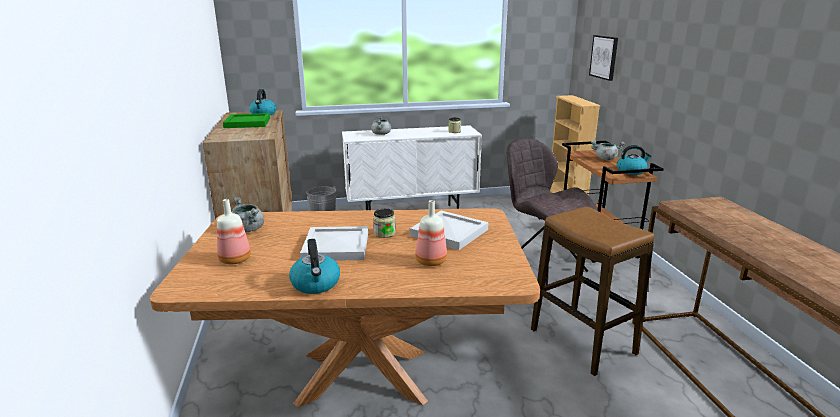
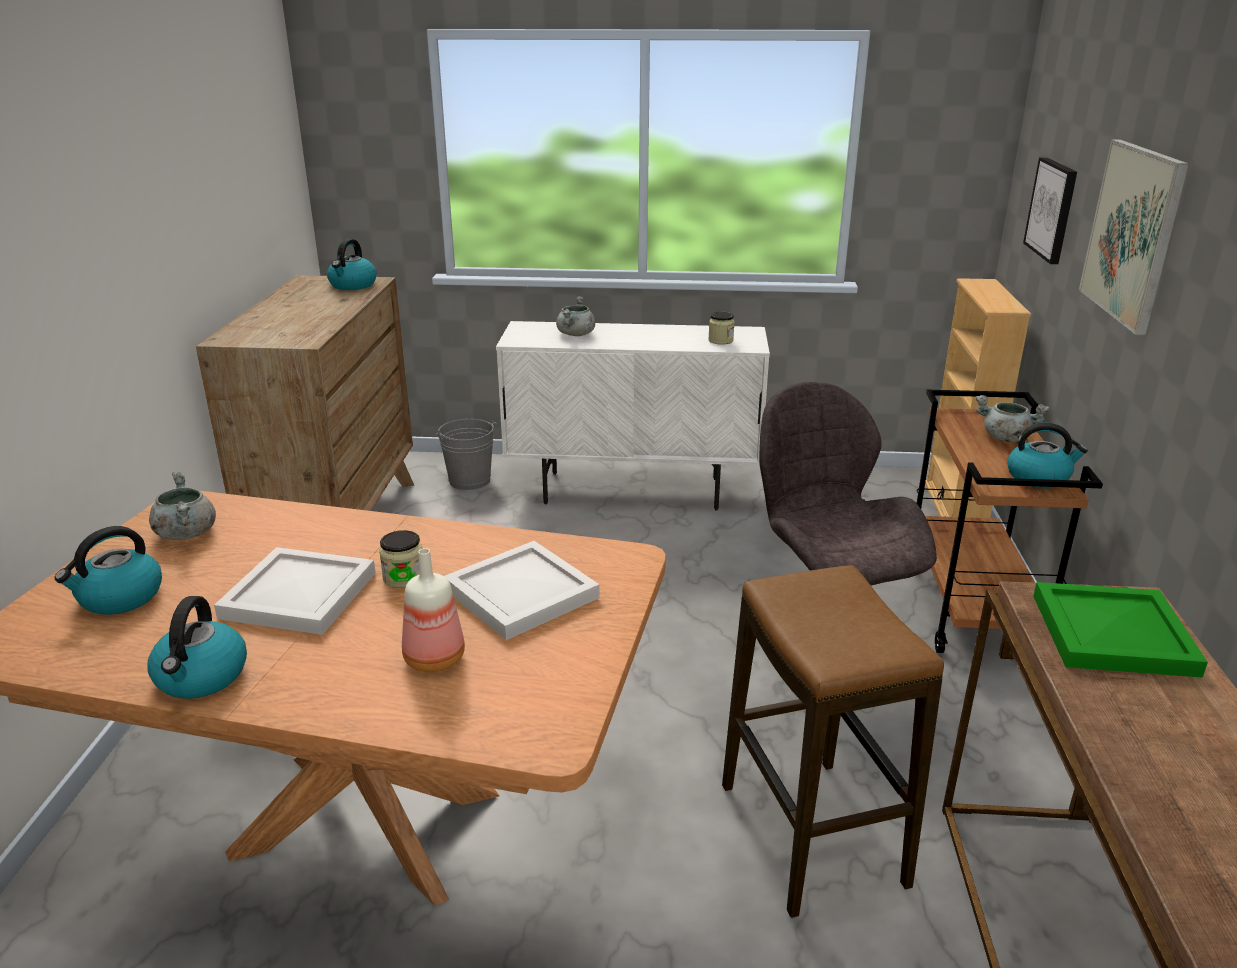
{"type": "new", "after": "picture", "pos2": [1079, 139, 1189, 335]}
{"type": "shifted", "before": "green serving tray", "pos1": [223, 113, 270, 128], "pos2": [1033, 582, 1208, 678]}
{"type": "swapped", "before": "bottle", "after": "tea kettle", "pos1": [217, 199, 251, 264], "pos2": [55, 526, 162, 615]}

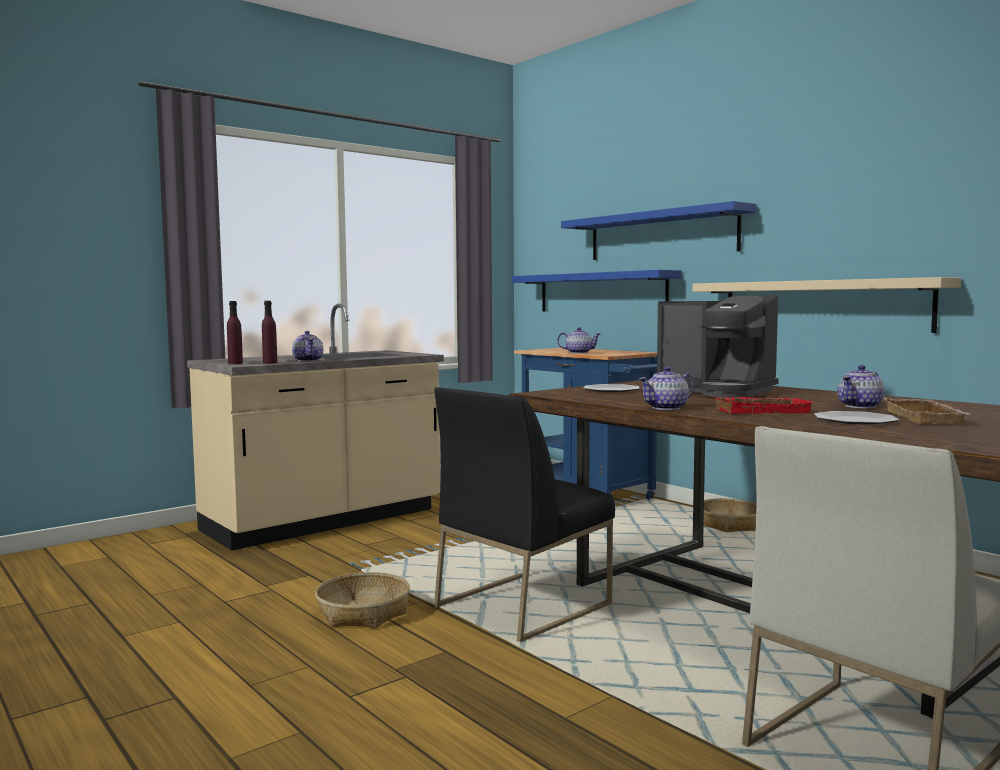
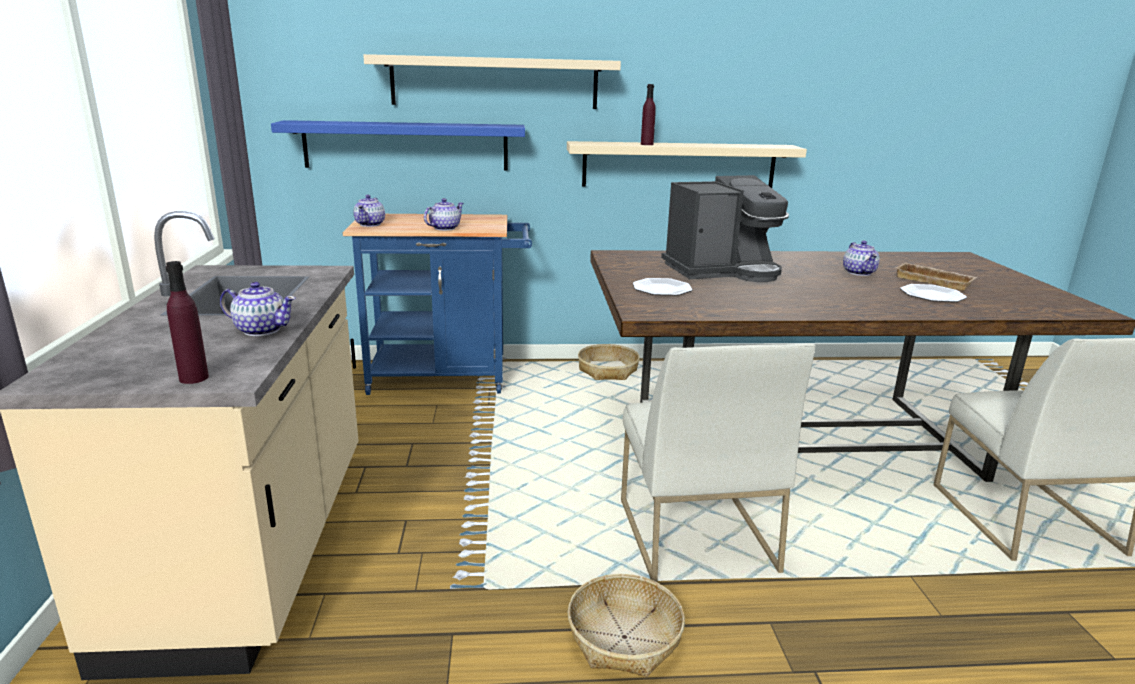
{"type": "gone", "before": "red serving tray", "pos1": [712, 397, 813, 414]}
{"type": "shifted", "before": "purple bottle", "pos1": [262, 301, 277, 364], "pos2": [641, 84, 656, 145]}
{"type": "shifted", "before": "pot for tea", "pos1": [639, 367, 694, 410], "pos2": [353, 195, 385, 227]}
{"type": "repainted", "before": "blackish plain chair", "after": "white-coloured plain chair", "pos1": [434, 387, 615, 642], "pos2": [621, 343, 816, 582]}
{"type": "repainted", "before": "blue wall shelf", "after": "sand-coloured wall shelf", "pos1": [561, 201, 757, 260], "pos2": [363, 54, 621, 109]}

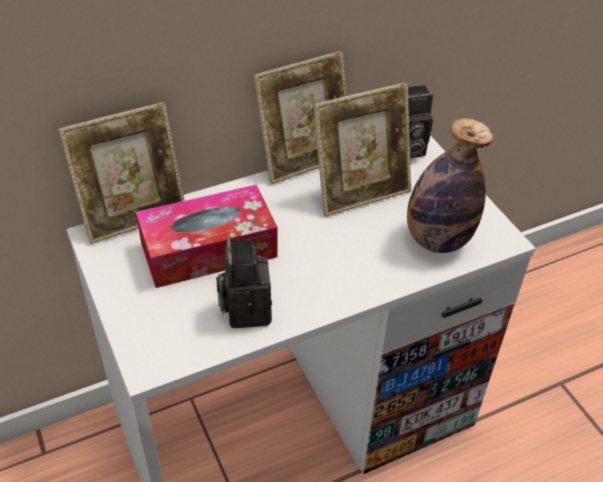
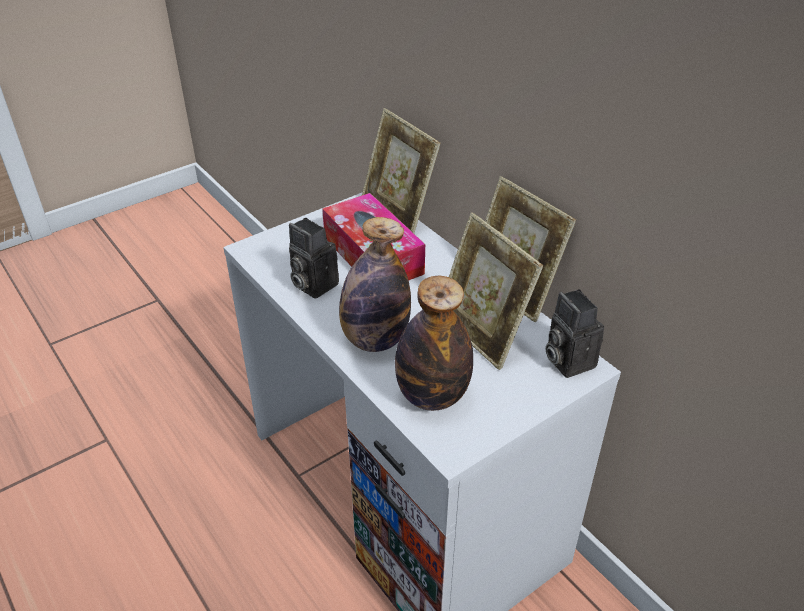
{"type": "new", "after": "bottle", "pos2": [339, 217, 411, 352]}
{"type": "rotated", "before": "photo camera", "pos1": [216, 237, 272, 328], "pos2": [289, 218, 339, 299], "turn": -120}

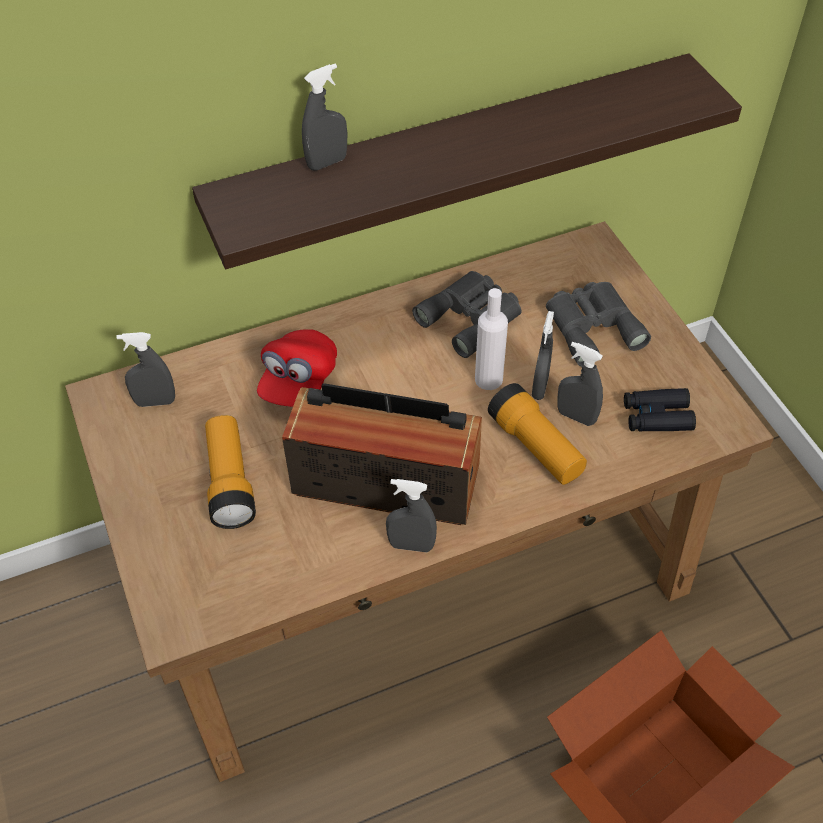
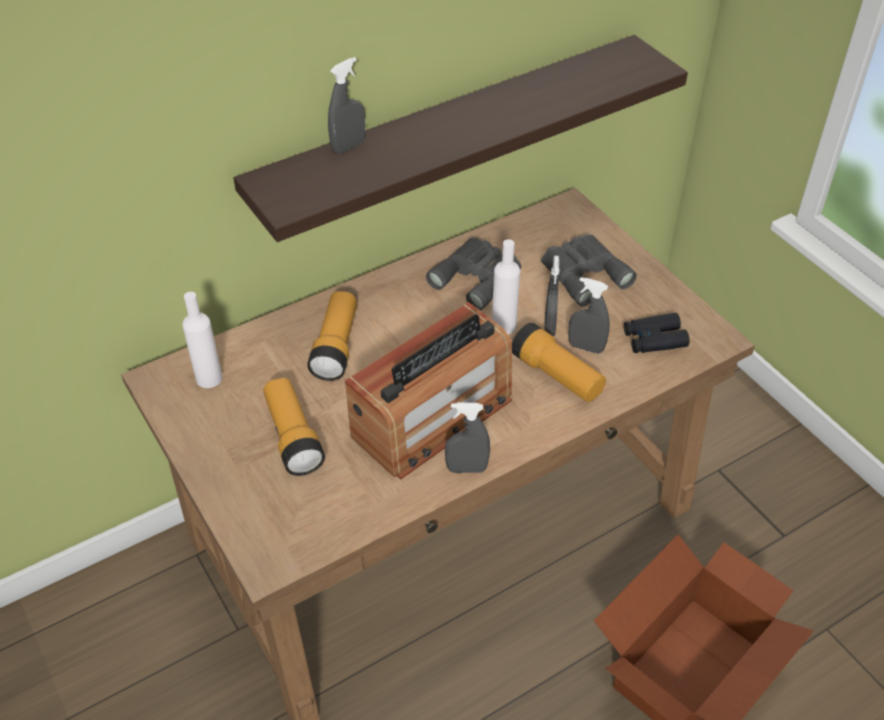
{"type": "swapped", "before": "gray hand sprayer", "after": "white-coloured bottle", "pos1": [116, 332, 175, 407], "pos2": [182, 292, 222, 388]}
{"type": "swapped", "before": "red cap", "after": "hand torch", "pos1": [257, 329, 337, 407], "pos2": [307, 291, 357, 381]}
{"type": "rotated", "before": "radio", "pos1": [282, 384, 482, 525], "pos2": [345, 302, 512, 479], "turn": 135}

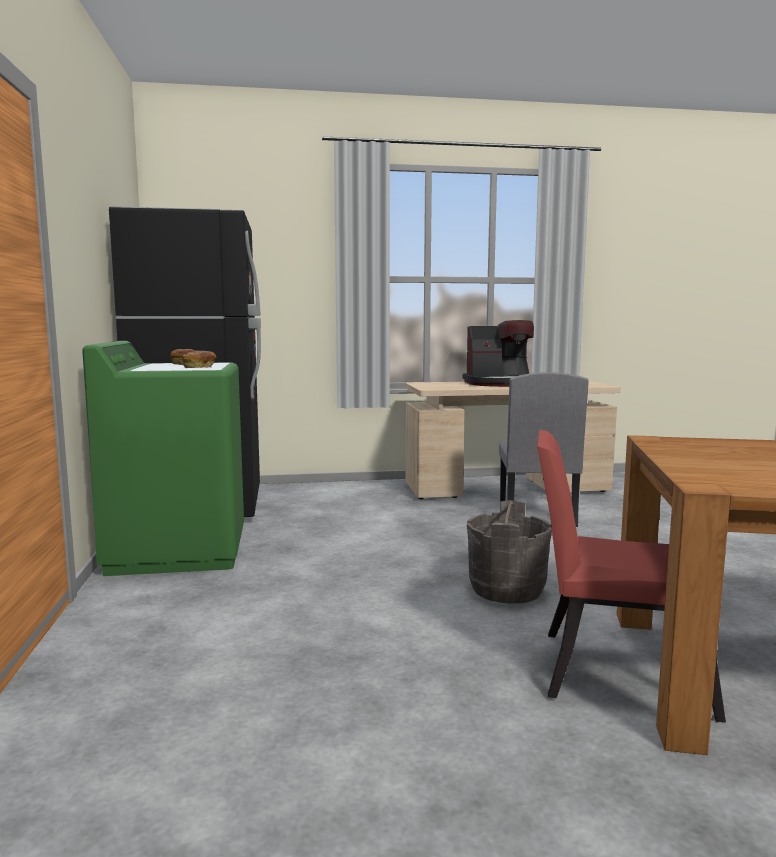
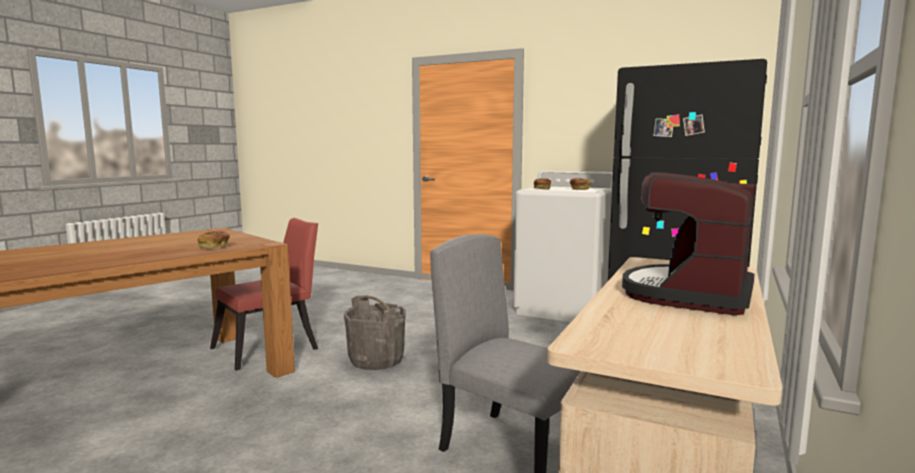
{"type": "new", "after": "bakery bread", "pos2": [198, 231, 230, 248]}
{"type": "repainted", "before": "green laundry appliance", "after": "white-coloured laundry appliance", "pos1": [82, 341, 244, 576], "pos2": [513, 171, 613, 322]}

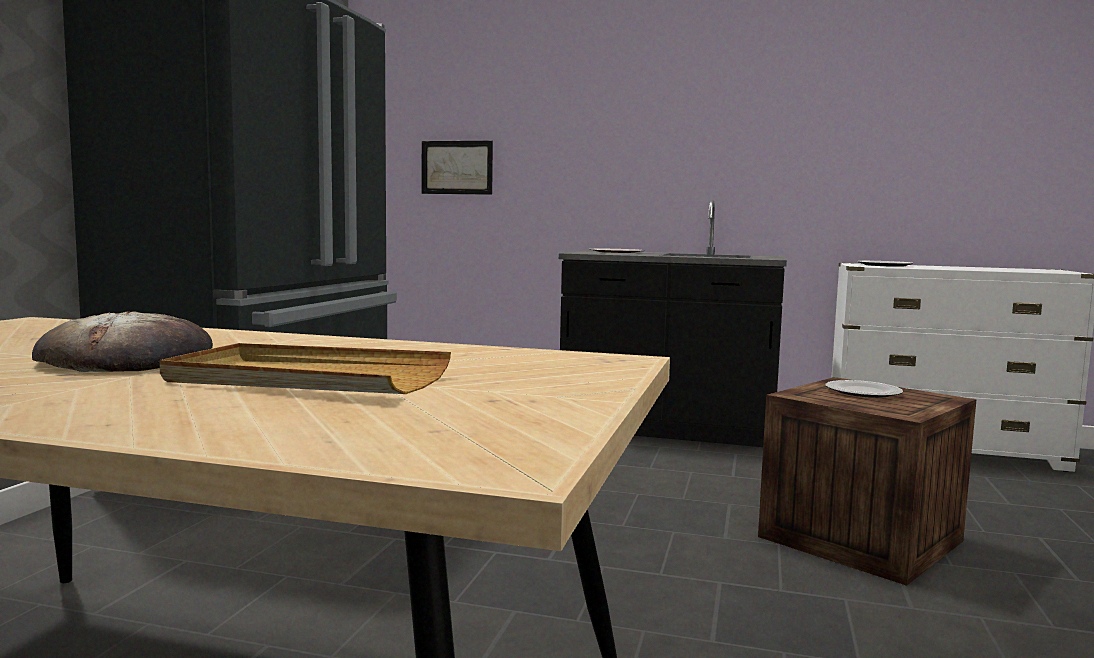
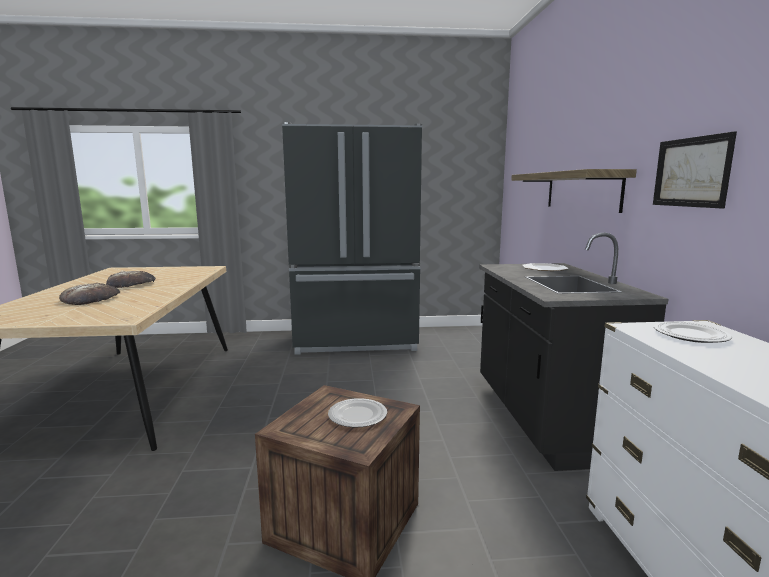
{"type": "new", "after": "wall shelf", "pos2": [511, 169, 637, 213]}
{"type": "shifted", "before": "picture", "pos1": [422, 141, 493, 195], "pos2": [653, 131, 737, 209]}
{"type": "swapped", "before": "sand-coloured serving tray", "after": "bakery bread", "pos1": [160, 343, 451, 394], "pos2": [59, 283, 120, 305]}

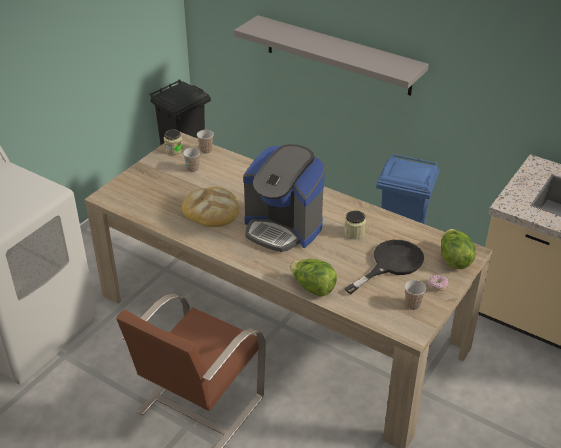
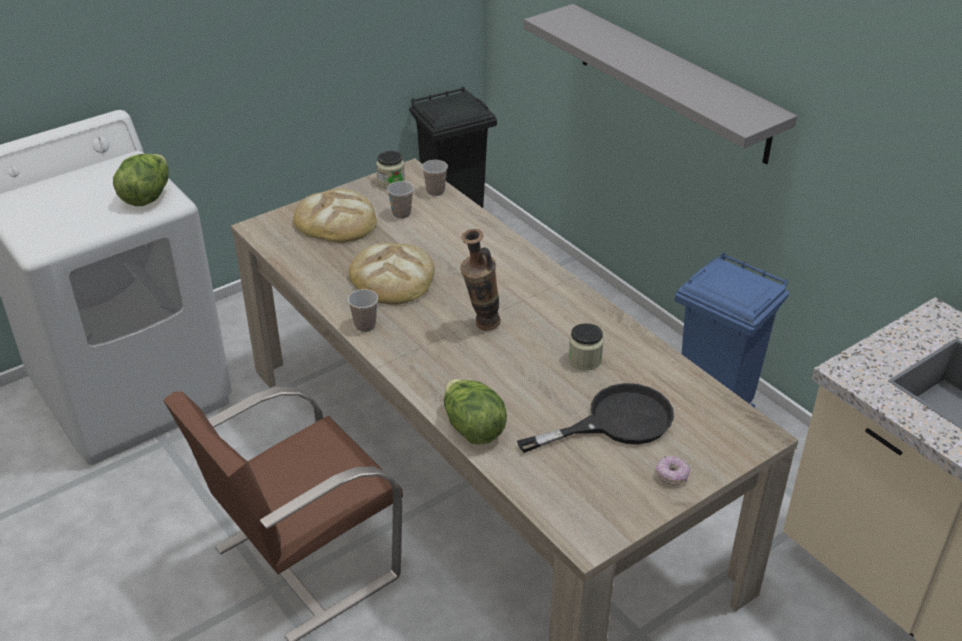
{"type": "new", "after": "bakery bread", "pos2": [293, 188, 377, 243]}
{"type": "shifted", "before": "cup", "pos1": [404, 280, 426, 310], "pos2": [348, 289, 378, 332]}
{"type": "shifted", "before": "head of lettuce", "pos1": [441, 229, 476, 269], "pos2": [113, 154, 169, 206]}
{"type": "swapped", "before": "coffee maker", "after": "flower vase", "pos1": [243, 144, 325, 252], "pos2": [460, 229, 500, 331]}

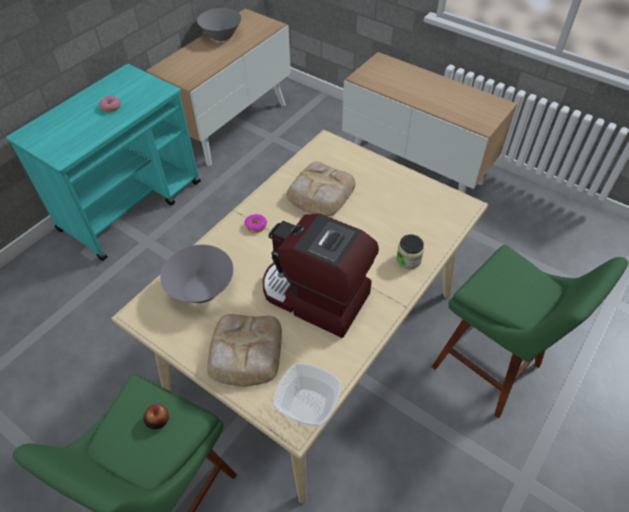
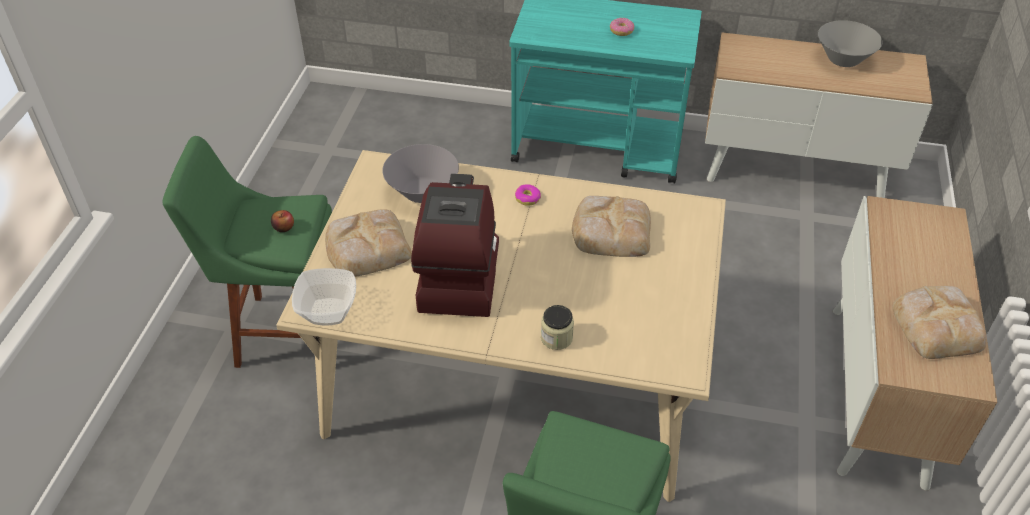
{"type": "new", "after": "bakery bread", "pos2": [893, 286, 987, 359]}

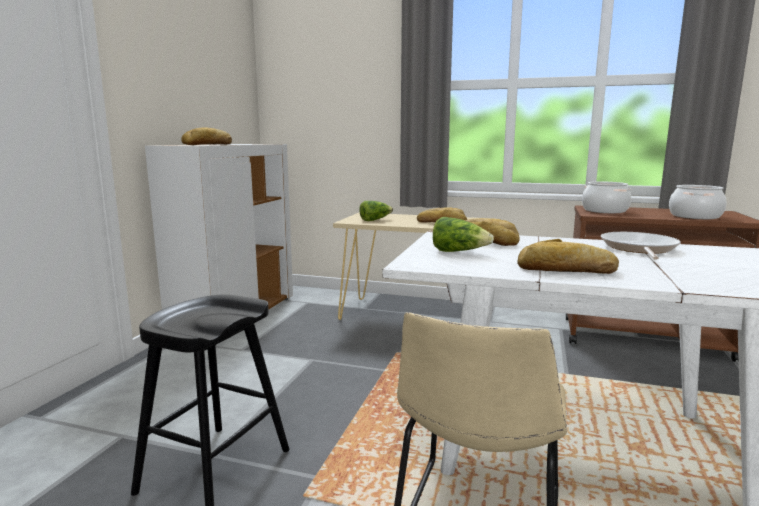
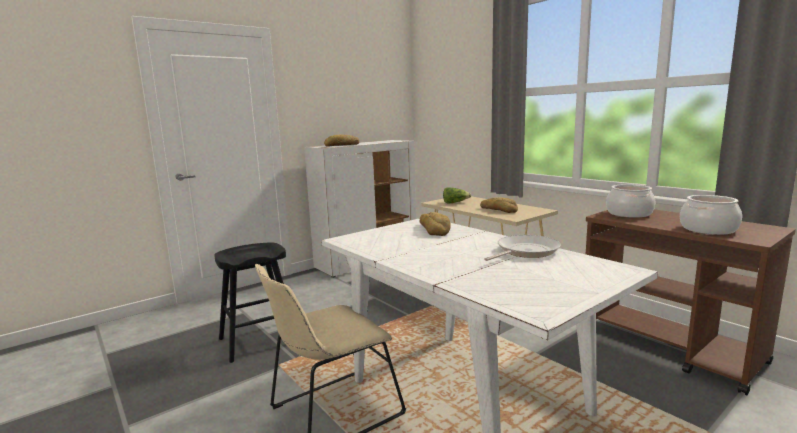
{"type": "gone", "before": "head of lettuce", "pos1": [433, 217, 494, 252]}
{"type": "gone", "before": "bakery bread", "pos1": [517, 239, 619, 274]}

